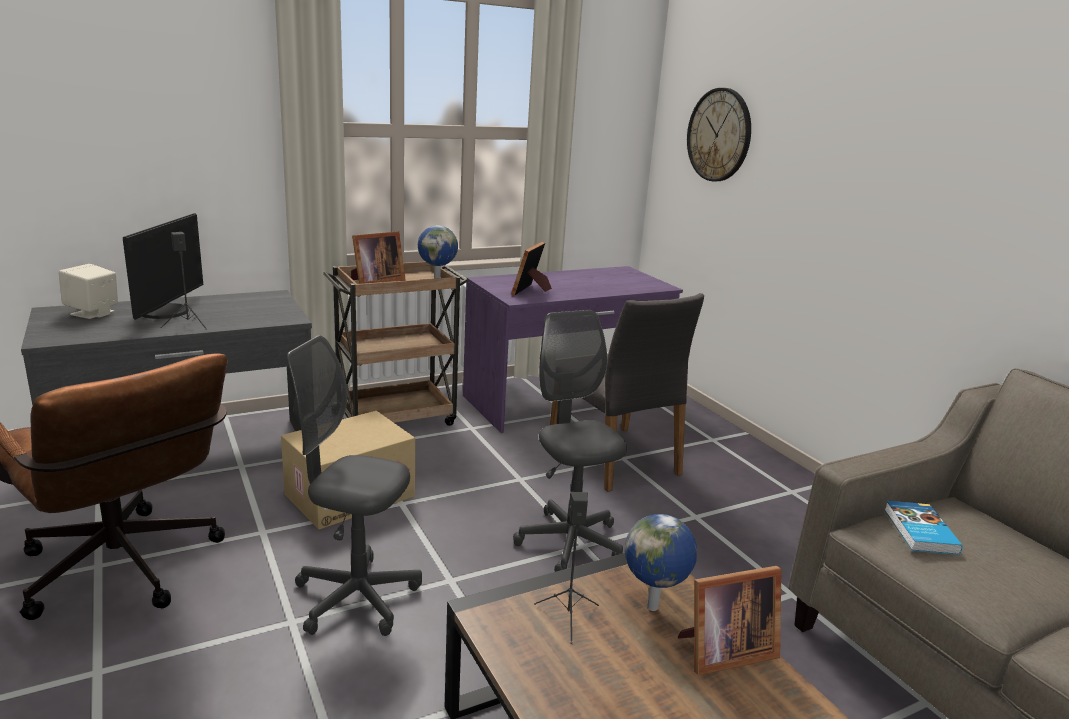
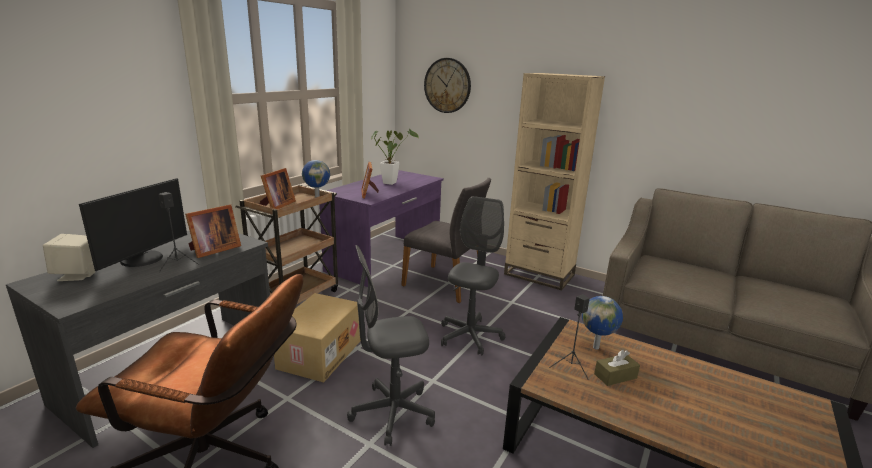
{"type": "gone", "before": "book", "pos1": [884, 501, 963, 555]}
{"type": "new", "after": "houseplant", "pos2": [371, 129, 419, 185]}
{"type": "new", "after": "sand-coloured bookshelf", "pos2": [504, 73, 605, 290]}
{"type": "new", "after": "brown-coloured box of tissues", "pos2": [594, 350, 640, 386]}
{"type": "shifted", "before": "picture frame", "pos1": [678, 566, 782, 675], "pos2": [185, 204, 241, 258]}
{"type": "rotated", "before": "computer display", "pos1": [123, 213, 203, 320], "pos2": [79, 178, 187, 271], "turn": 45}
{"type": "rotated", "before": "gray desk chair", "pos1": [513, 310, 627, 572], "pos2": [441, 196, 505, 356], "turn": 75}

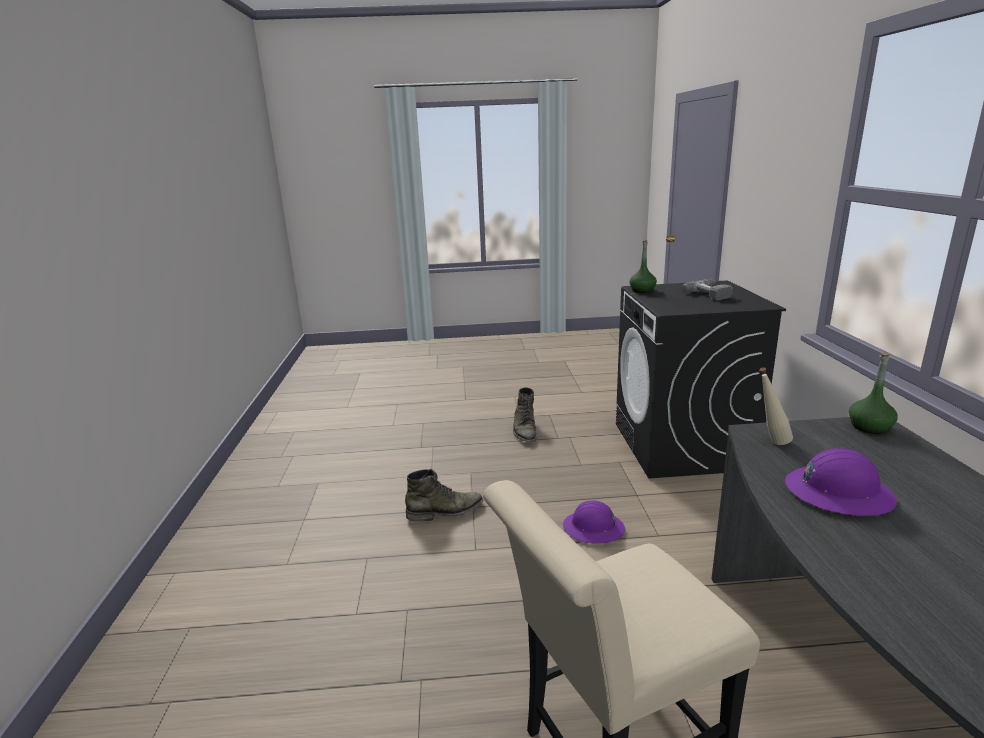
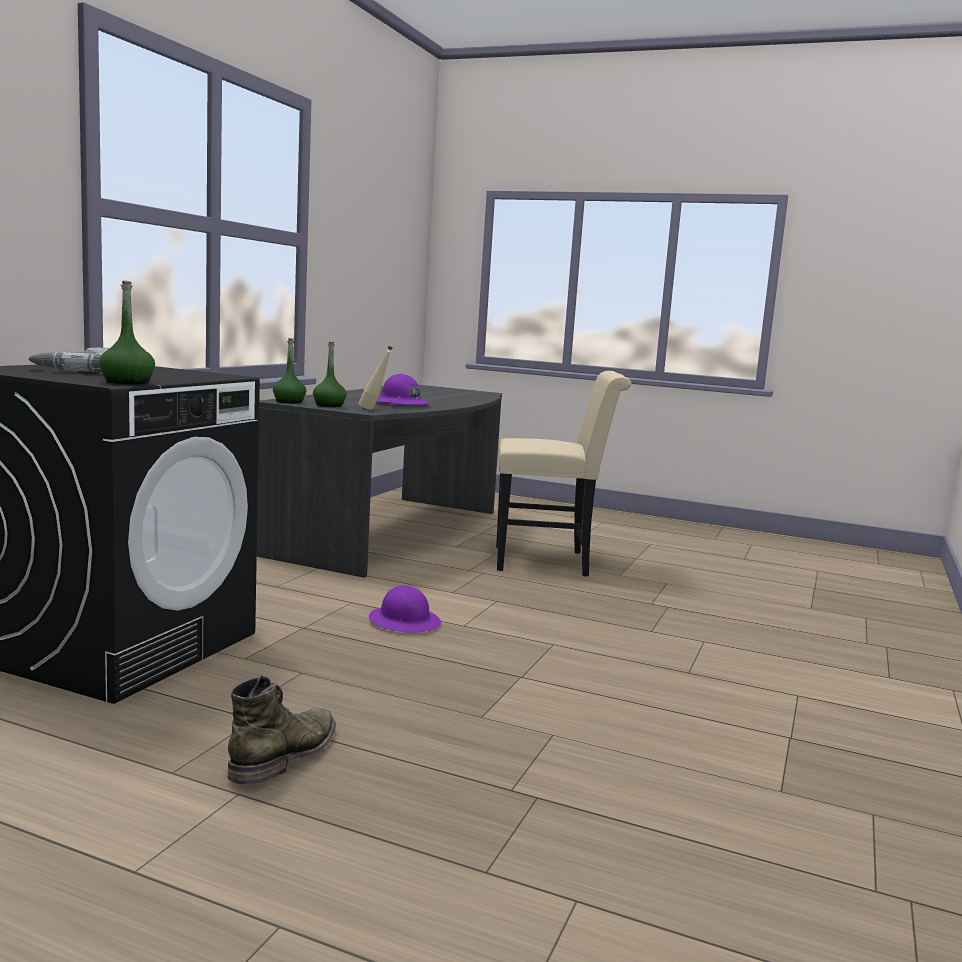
{"type": "gone", "before": "green high-top boot", "pos1": [405, 469, 483, 522]}
{"type": "new", "after": "green bottle", "pos2": [313, 341, 347, 407]}

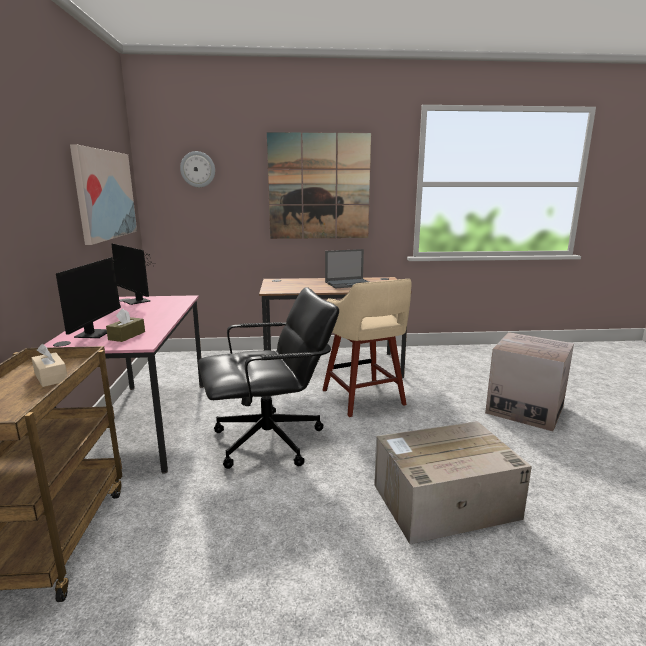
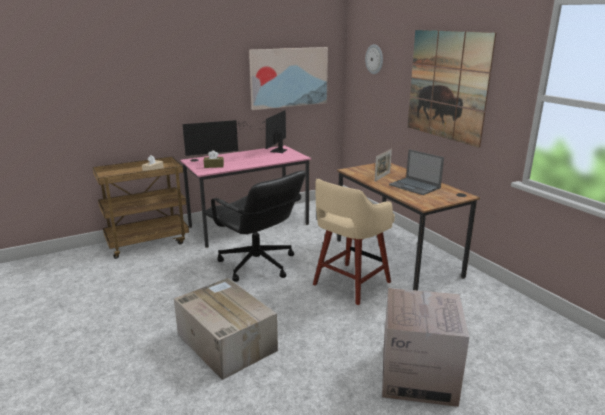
{"type": "new", "after": "picture frame", "pos2": [374, 149, 392, 182]}

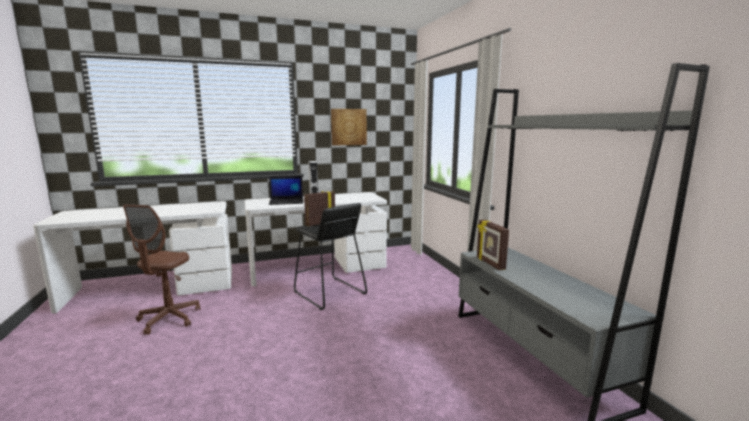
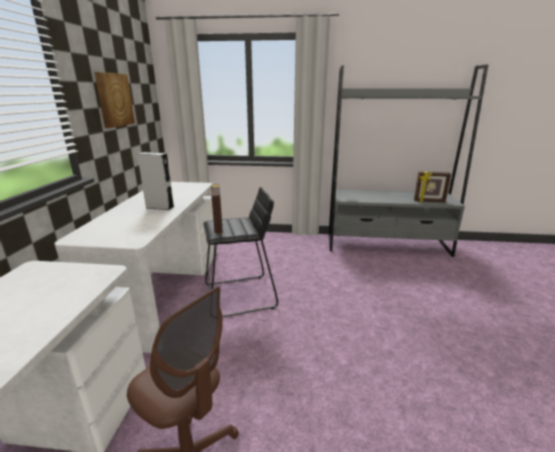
{"type": "gone", "before": "notebook computer", "pos1": [269, 176, 303, 205]}
{"type": "shifted", "before": "picture frame", "pos1": [477, 220, 509, 270], "pos2": [414, 172, 451, 202]}

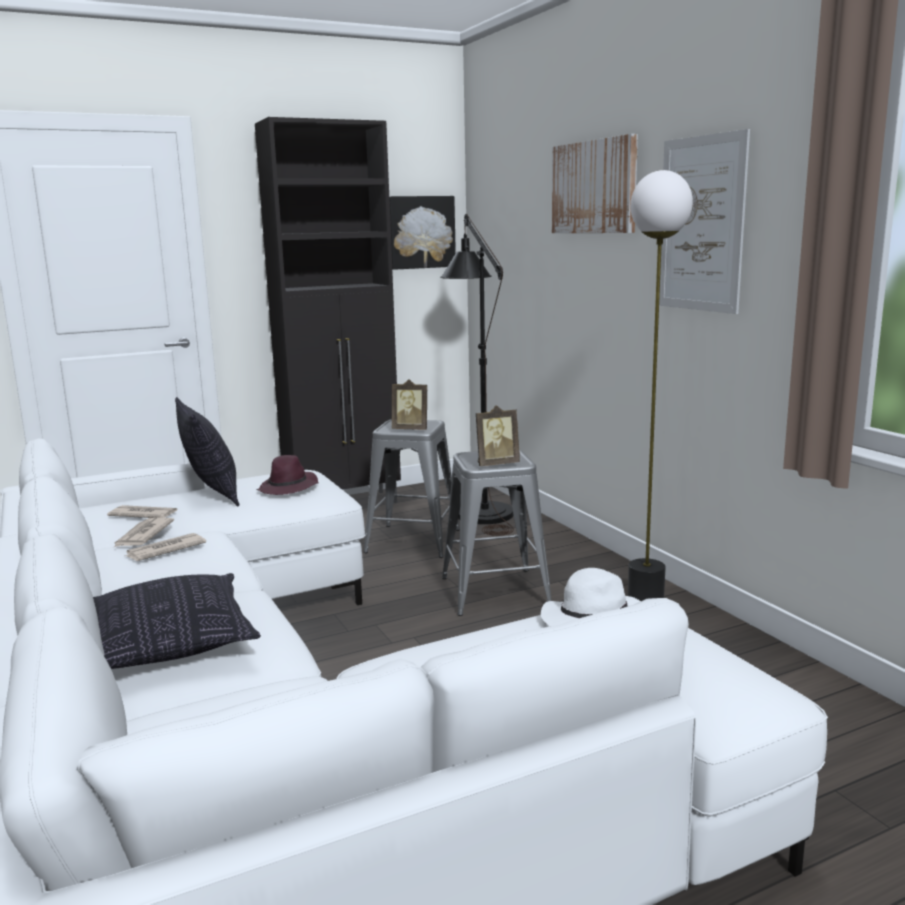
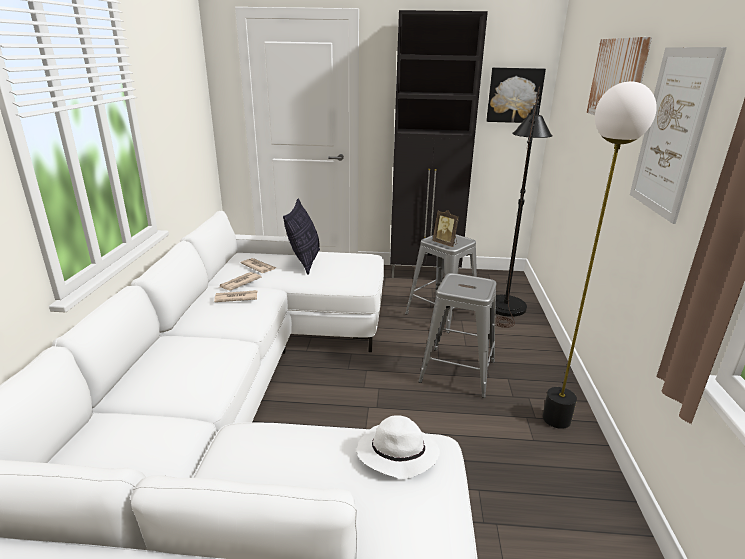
{"type": "gone", "before": "pillow", "pos1": [93, 573, 261, 669]}
{"type": "gone", "before": "purple wearable hat", "pos1": [256, 455, 319, 495]}
{"type": "gone", "before": "picture frame", "pos1": [476, 405, 520, 466]}

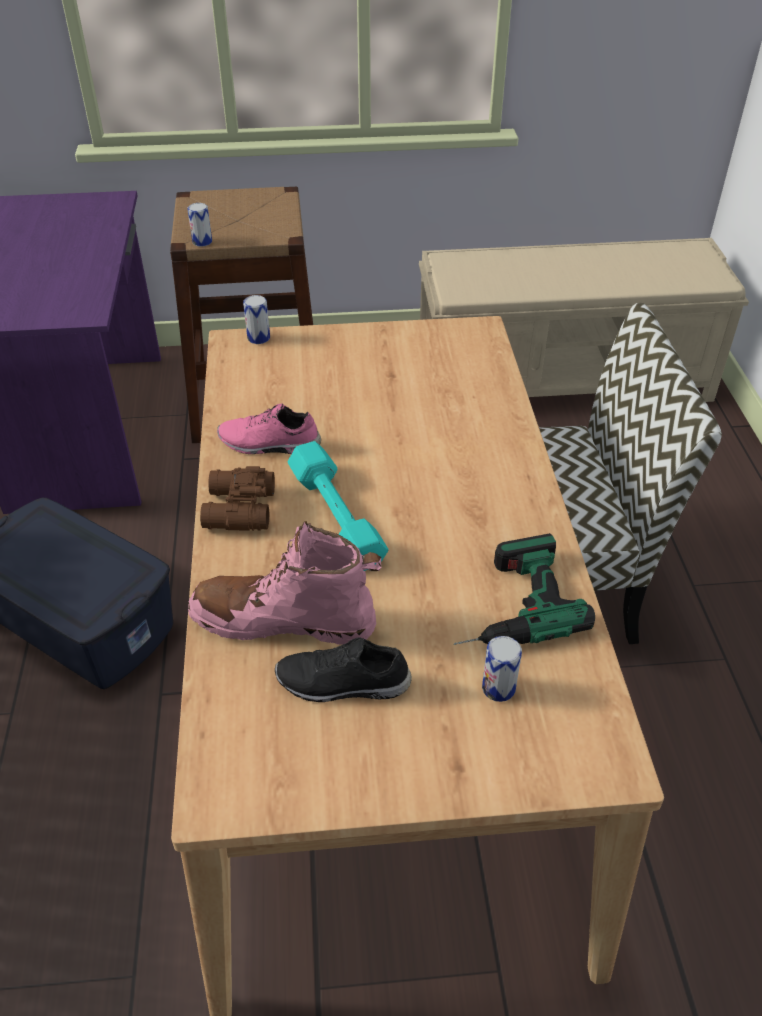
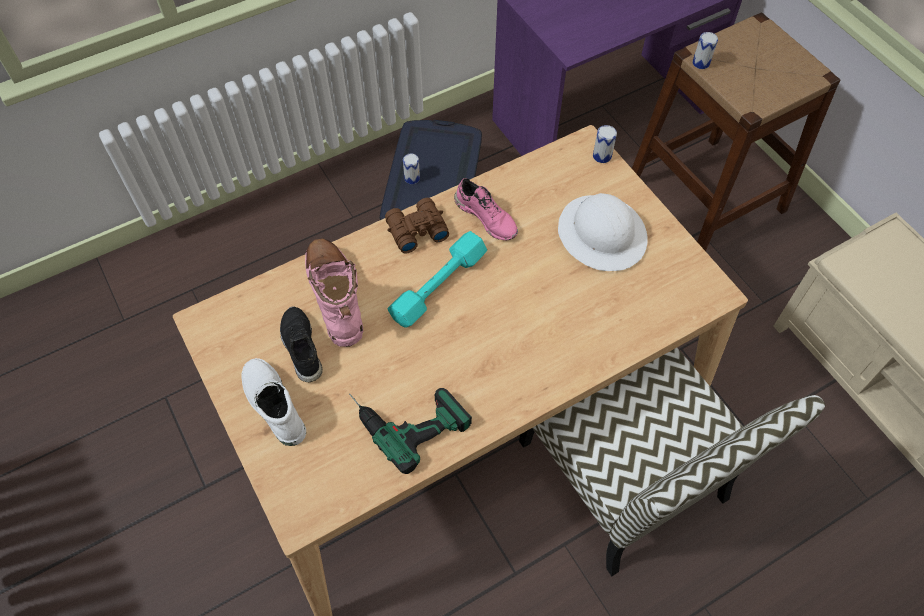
{"type": "new", "after": "white-coloured high-top boot", "pos2": [242, 358, 306, 446]}
{"type": "new", "after": "white-coloured safety helmet", "pos2": [558, 193, 648, 271]}
{"type": "shifted", "before": "sealed can", "pos1": [482, 636, 522, 702], "pos2": [403, 154, 420, 184]}
{"type": "rotated", "before": "pink-coloured item of footwear", "pos1": [217, 403, 321, 454], "pos2": [454, 178, 518, 240], "turn": 150}

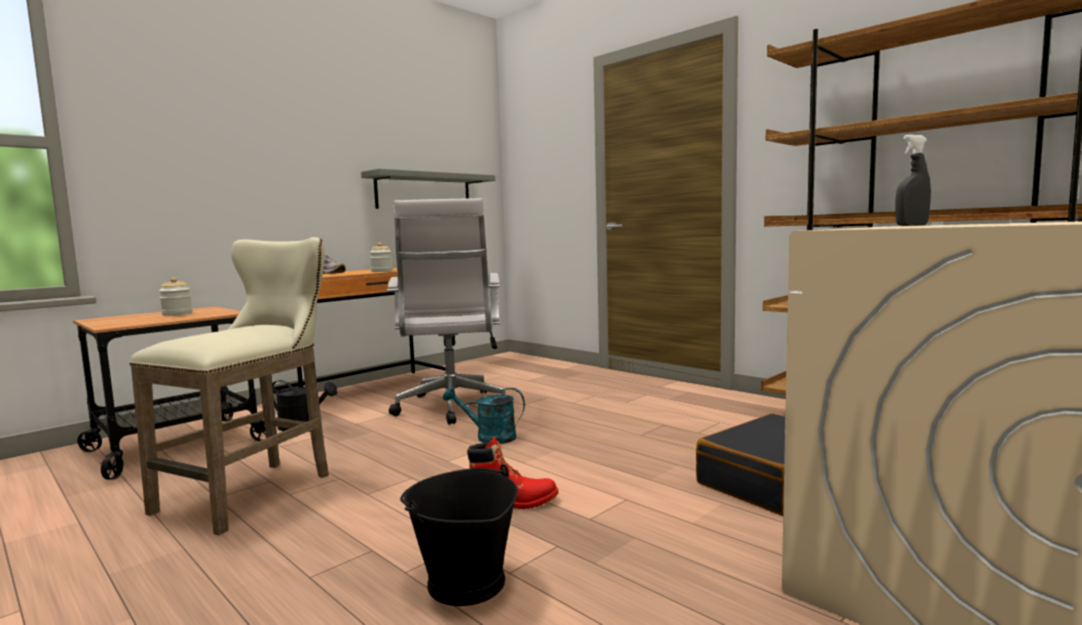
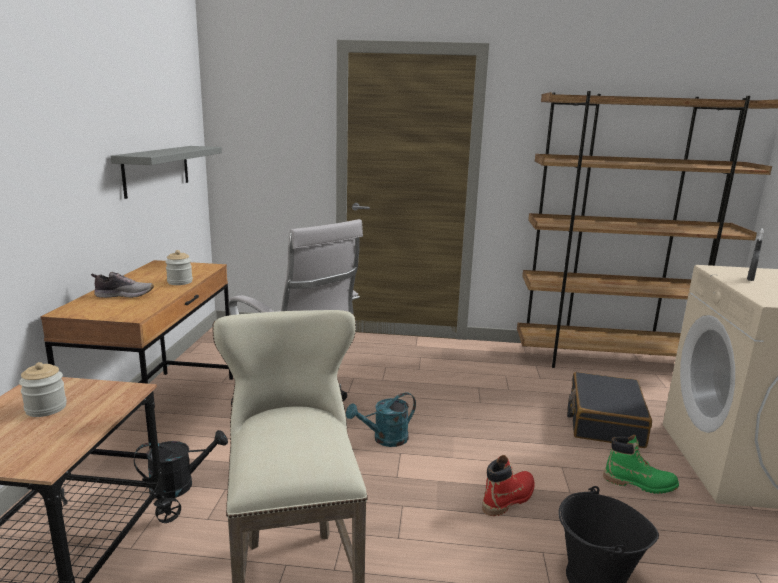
{"type": "new", "after": "green high-top boot", "pos2": [603, 435, 679, 494]}

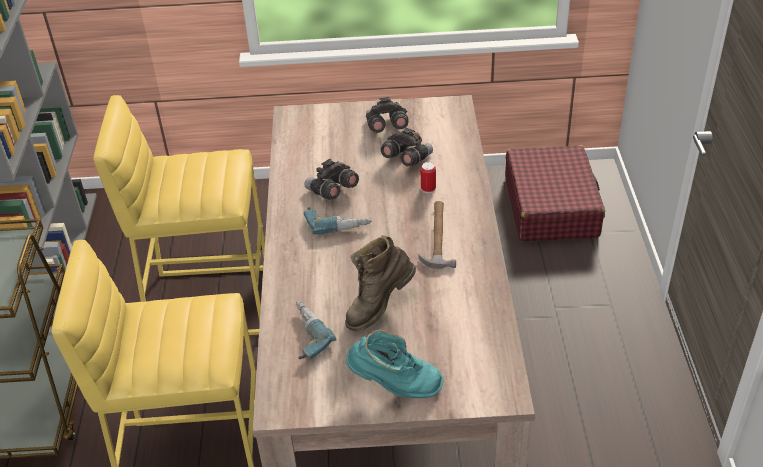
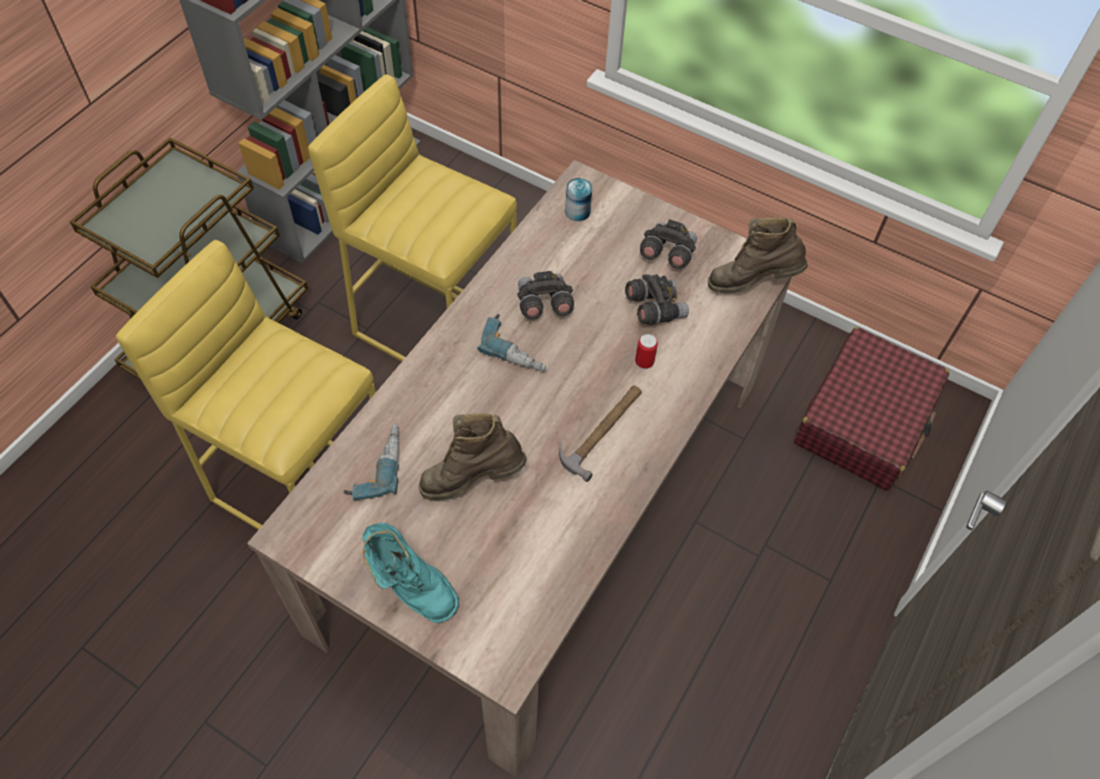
{"type": "new", "after": "sealed can", "pos2": [565, 178, 593, 221]}
{"type": "new", "after": "brown-coloured high-top boot", "pos2": [708, 218, 808, 294]}

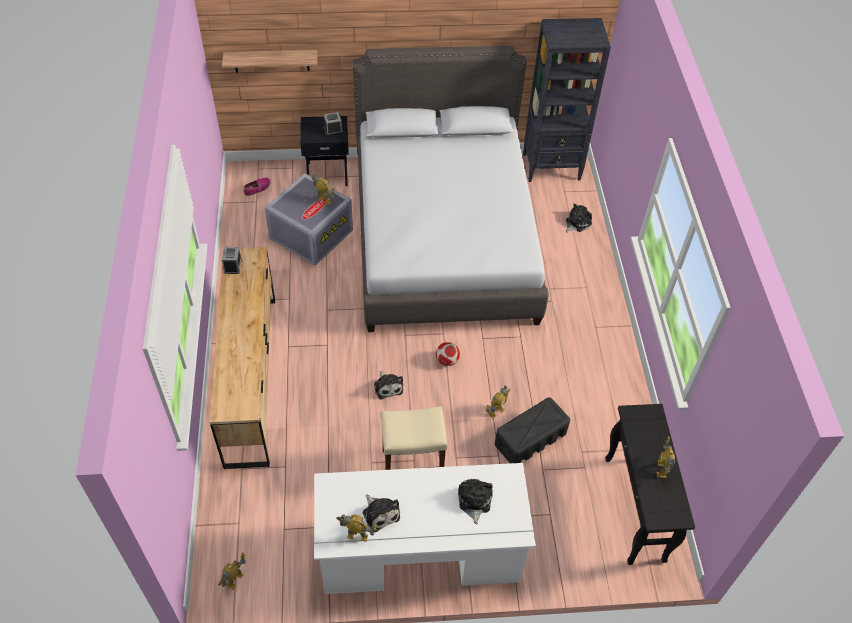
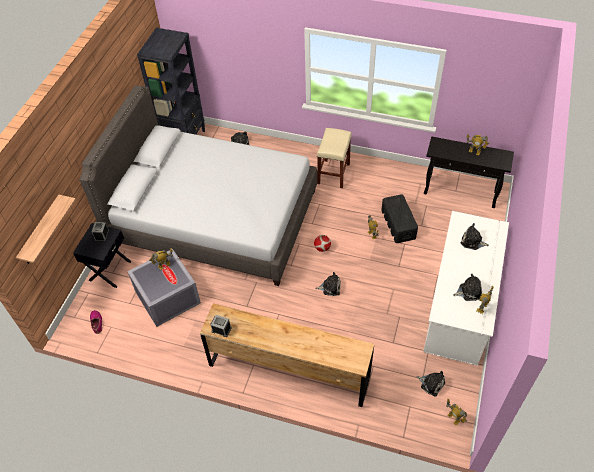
{"type": "new", "after": "plush toy", "pos2": [416, 371, 445, 396]}
{"type": "shifted", "before": "sand-coloured stool seat", "pos1": [381, 406, 447, 470], "pos2": [317, 128, 352, 188]}

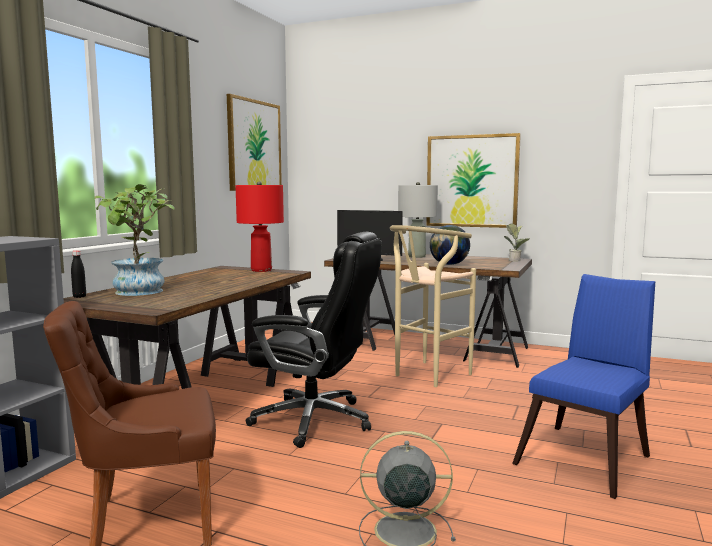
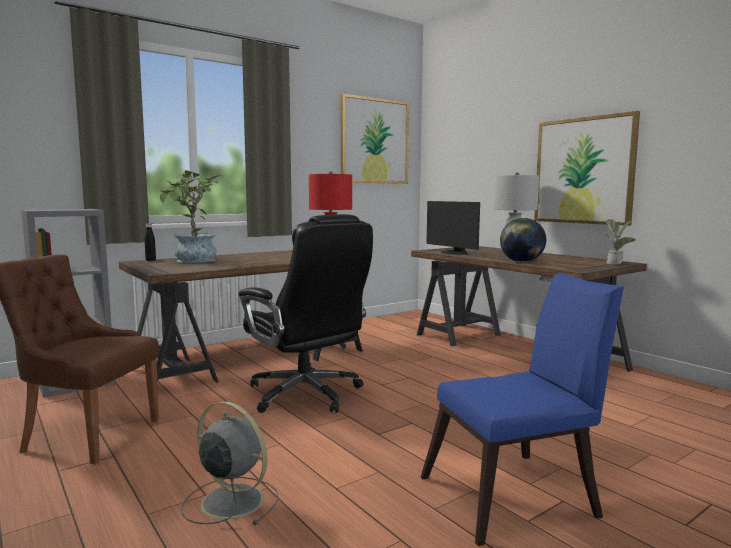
{"type": "gone", "before": "sand-coloured stool seat", "pos1": [390, 225, 476, 387]}

